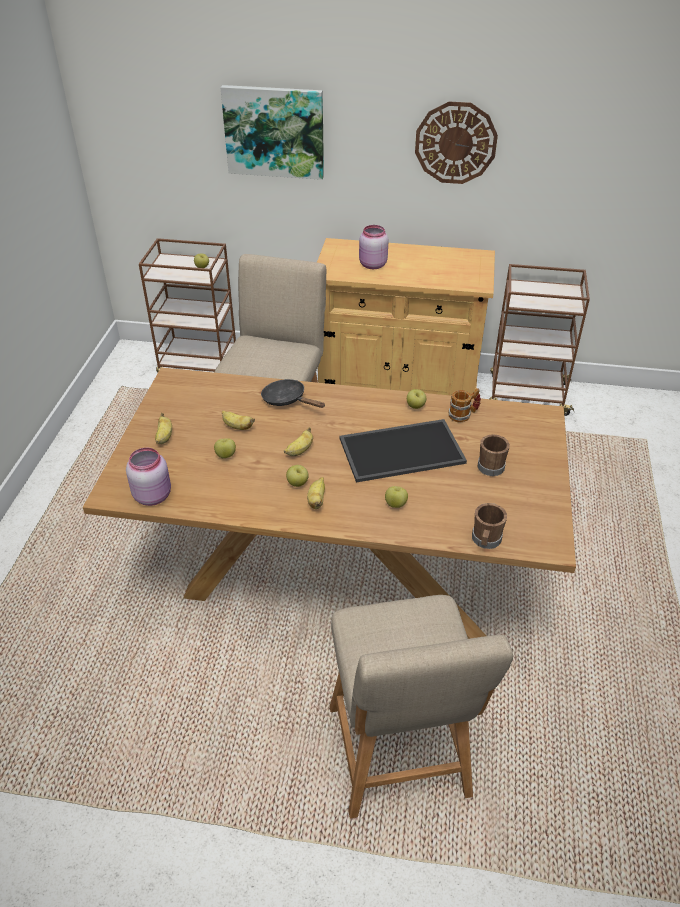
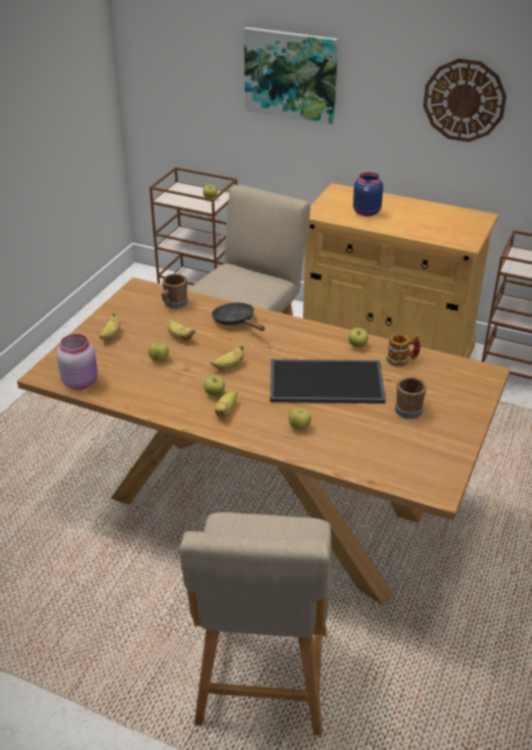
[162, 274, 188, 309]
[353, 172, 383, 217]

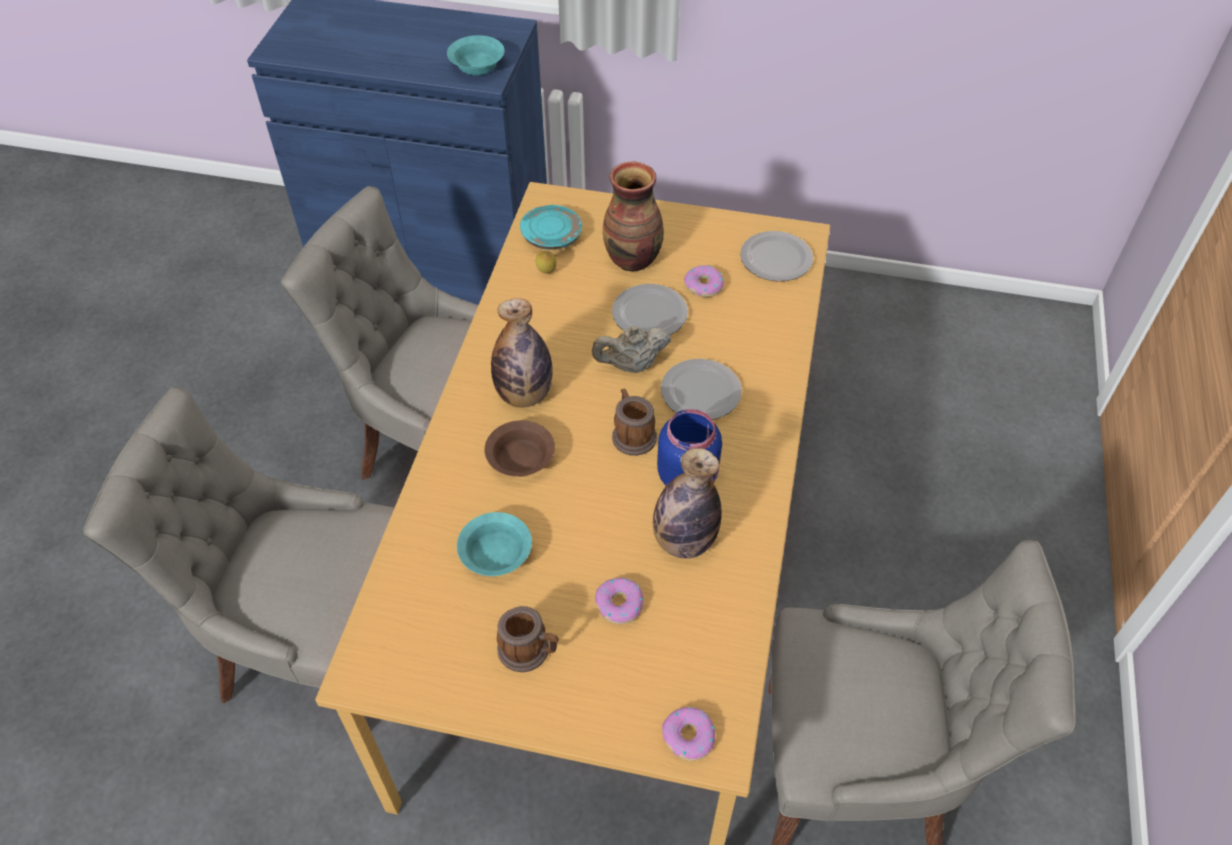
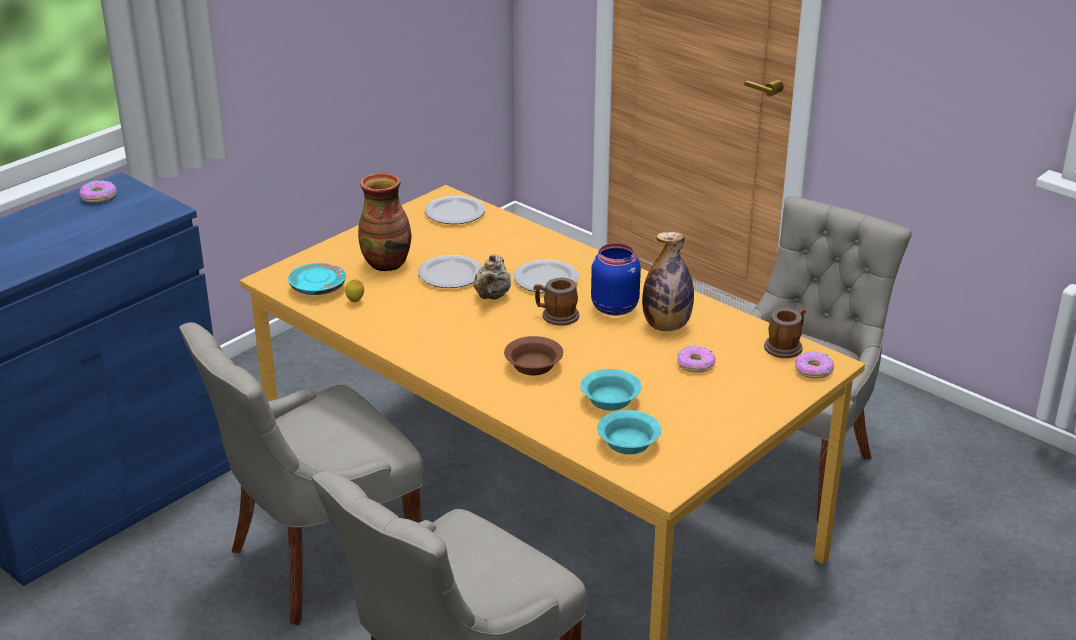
[79, 180, 116, 203]
[597, 410, 661, 454]
[764, 307, 806, 358]
[491, 298, 552, 408] (first image)

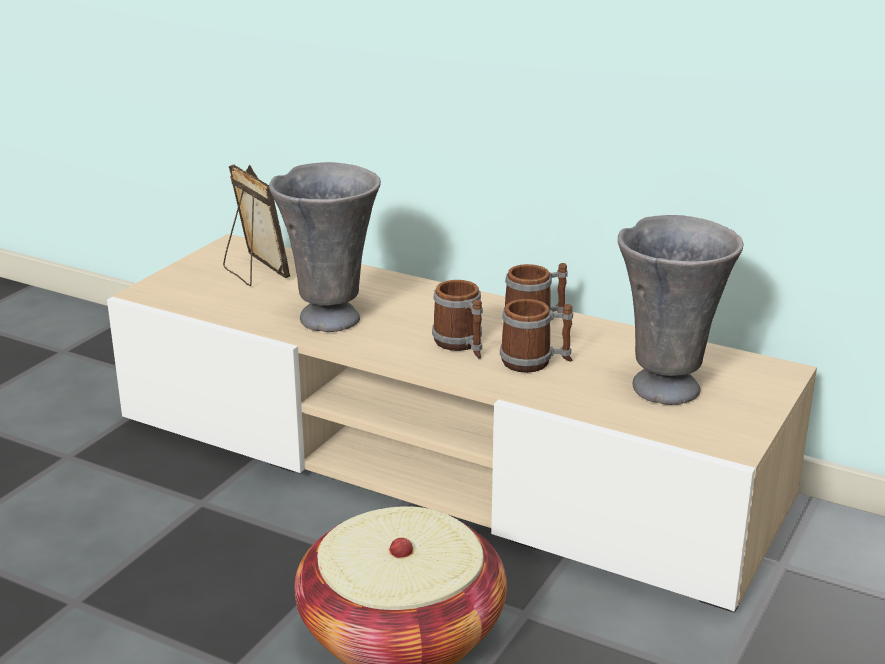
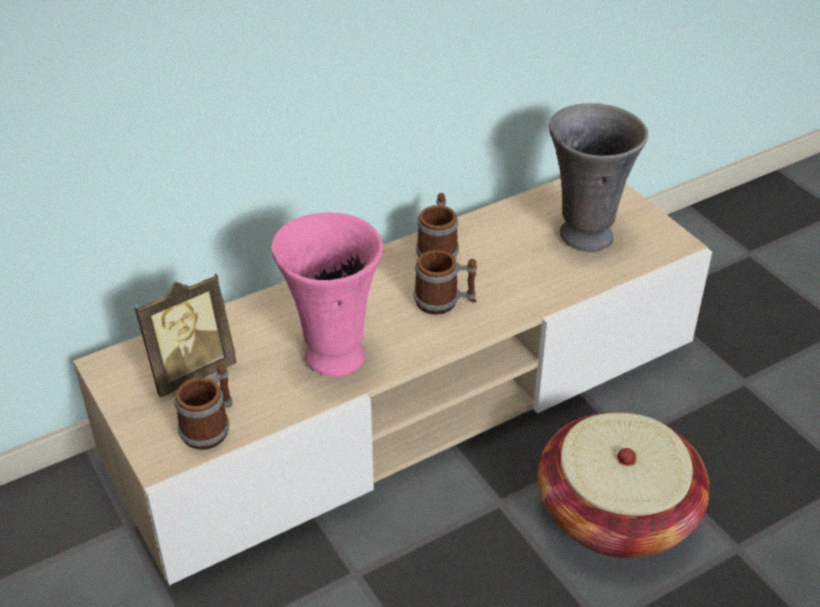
[135, 274, 237, 397]
[174, 364, 232, 450]
[271, 212, 383, 377]

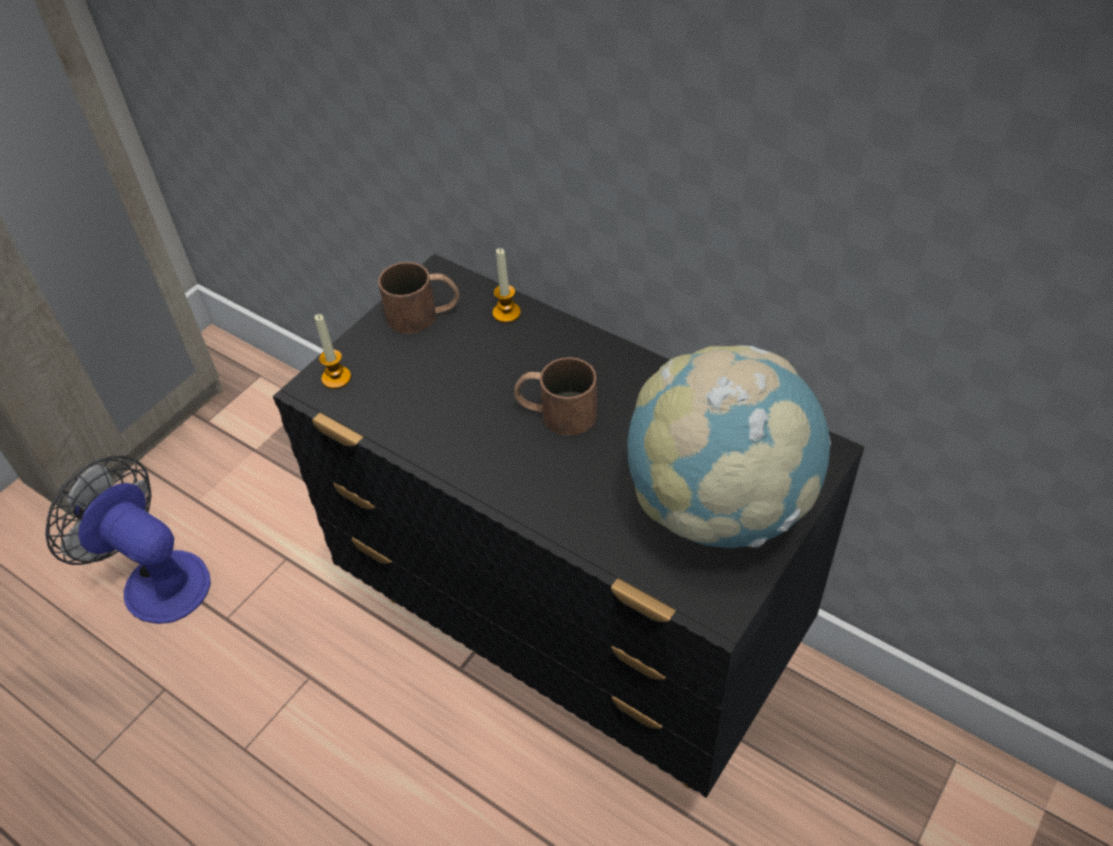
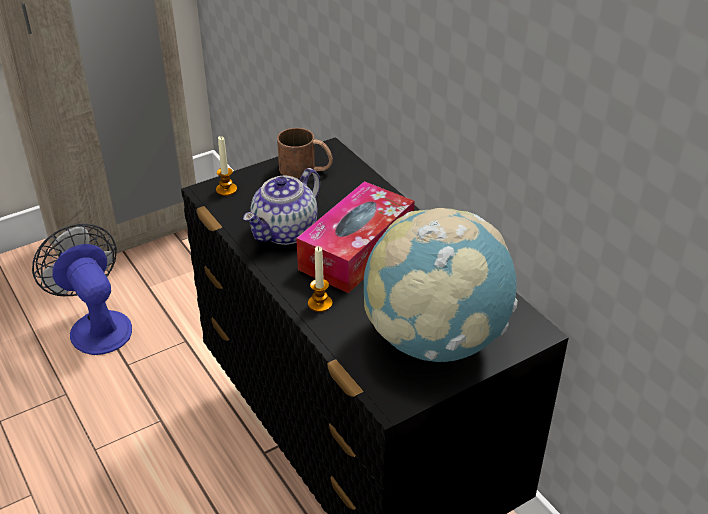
[243, 168, 321, 245]
[296, 181, 414, 293]
[308, 246, 333, 312]

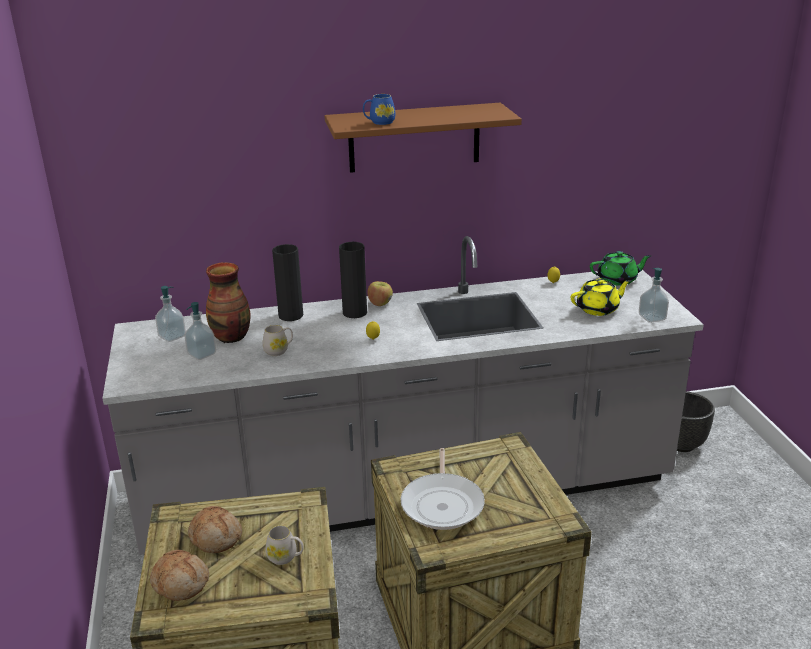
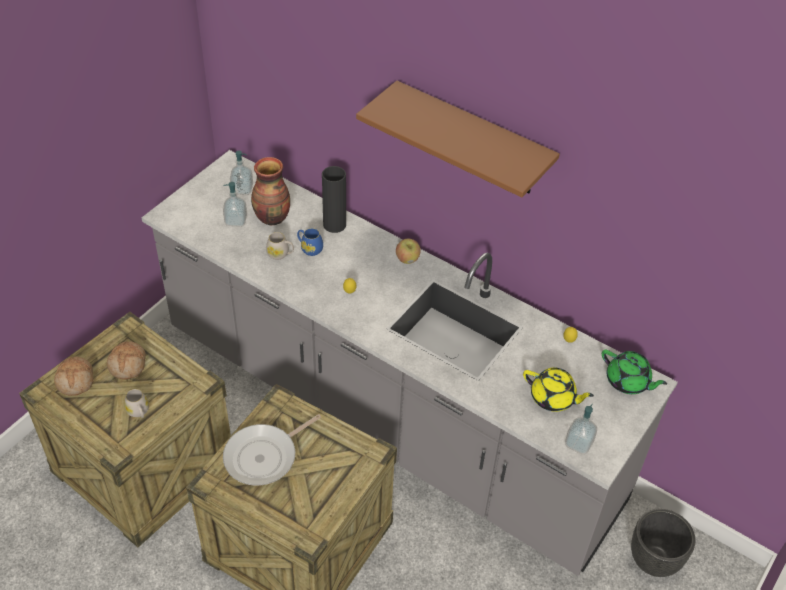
[297, 228, 323, 256]
[339, 242, 367, 318] (first image)

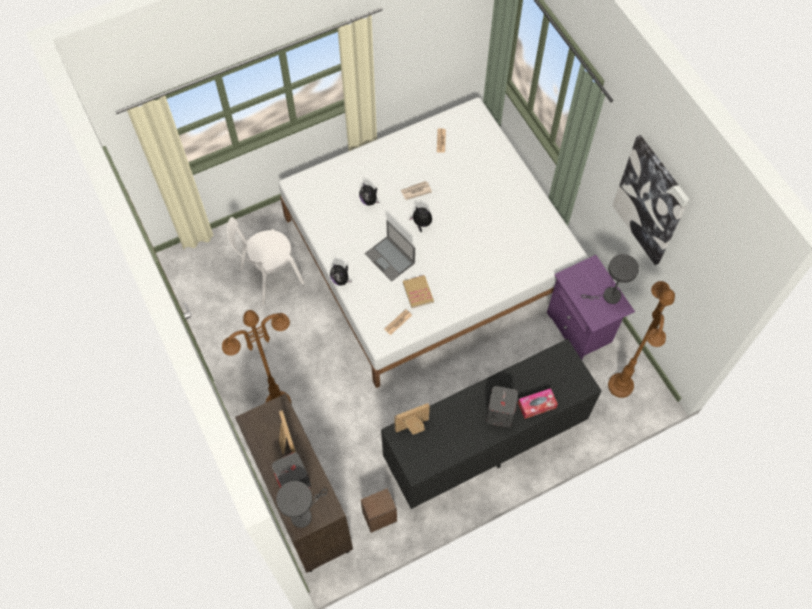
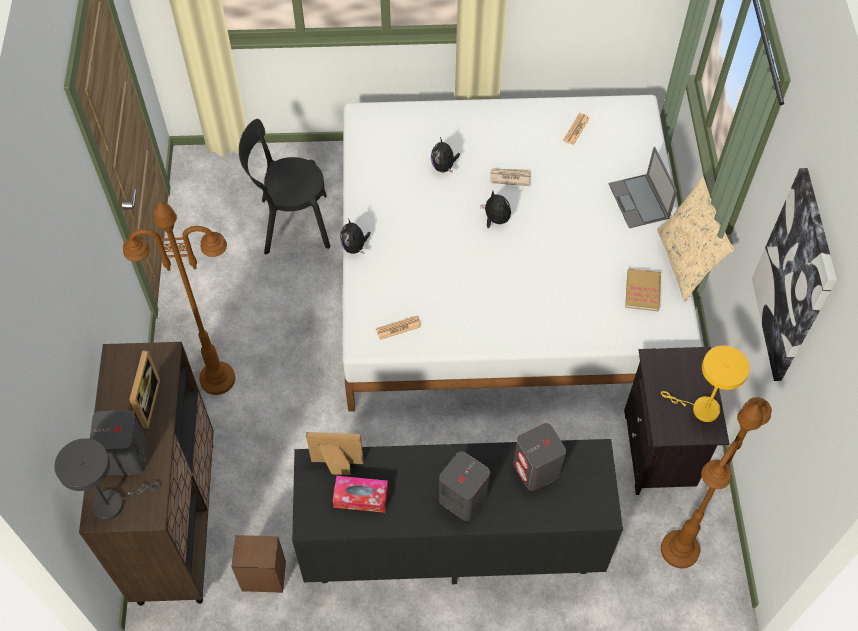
[239, 119, 331, 254]
[333, 476, 388, 513]
[513, 423, 566, 491]
[609, 147, 677, 228]
[624, 347, 729, 495]
[625, 268, 661, 311]
[657, 177, 734, 301]
[661, 346, 750, 422]

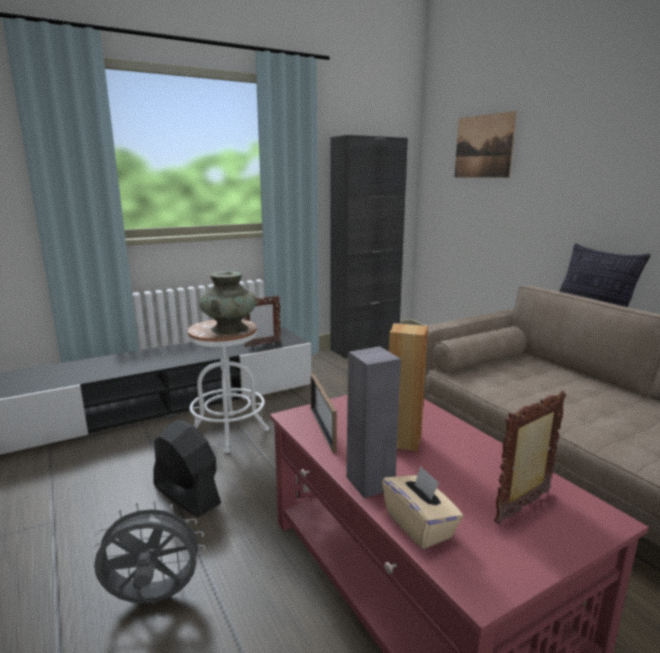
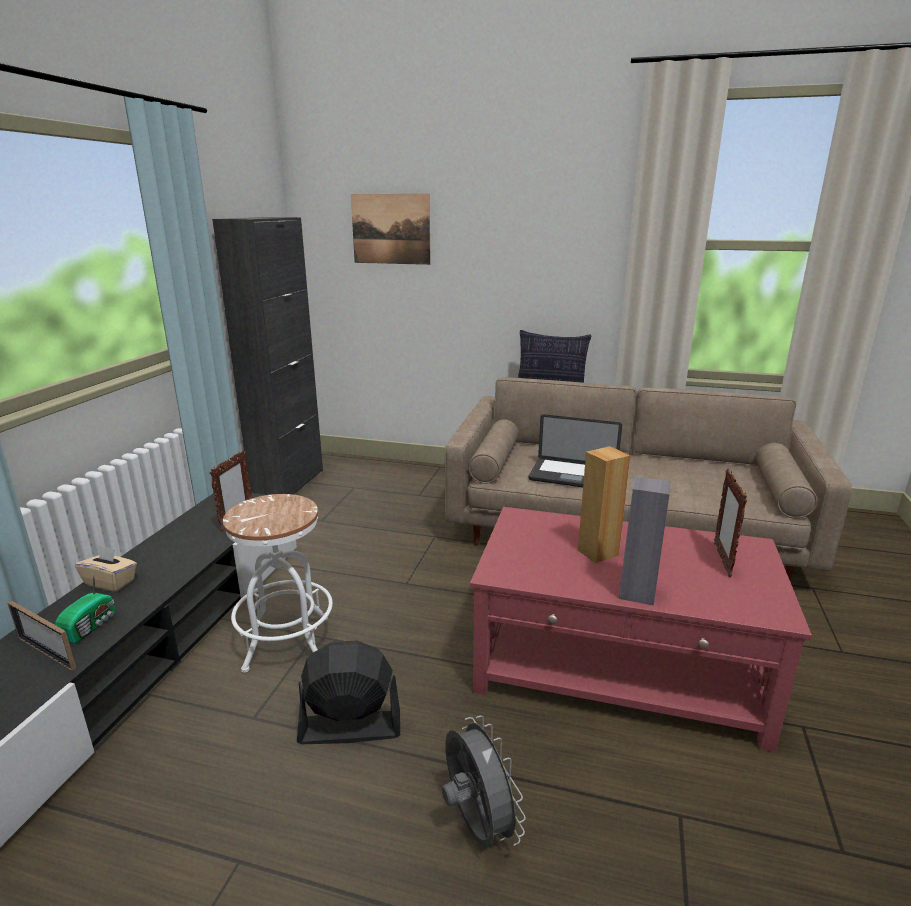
[7, 601, 76, 671]
[55, 566, 115, 644]
[75, 546, 137, 592]
[442, 715, 526, 848]
[529, 414, 622, 487]
[199, 271, 257, 335] (first image)

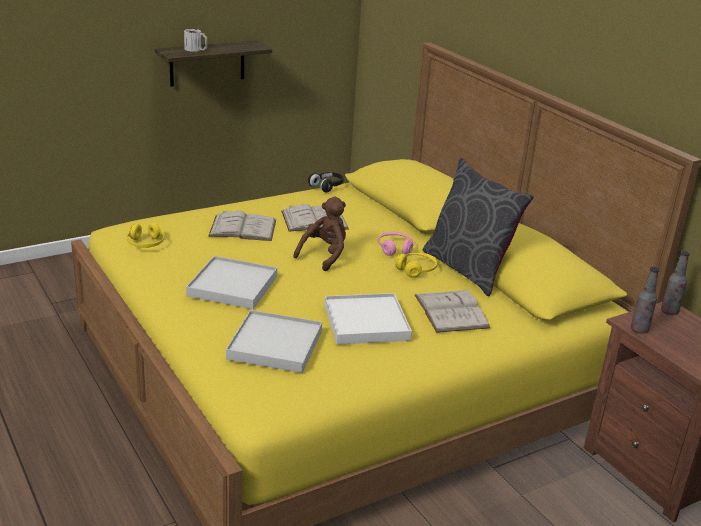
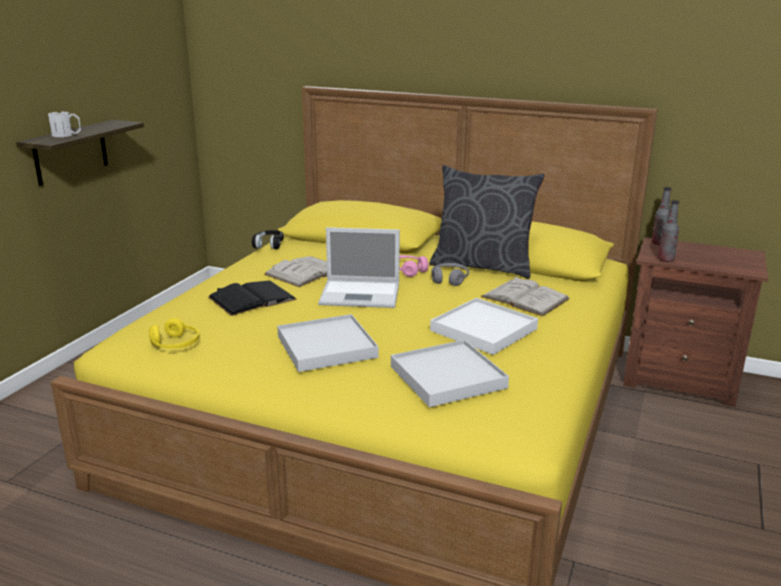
[208, 281, 297, 316]
[318, 227, 400, 308]
[431, 263, 469, 286]

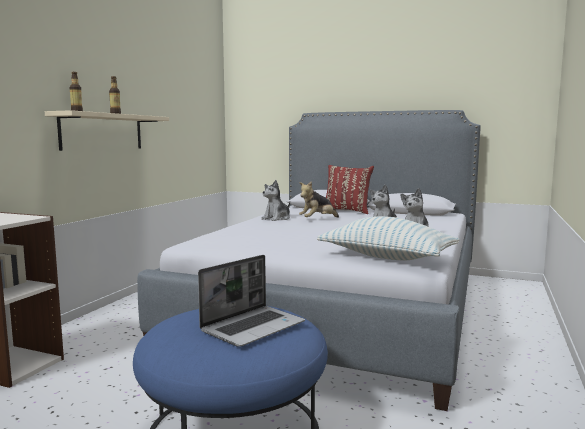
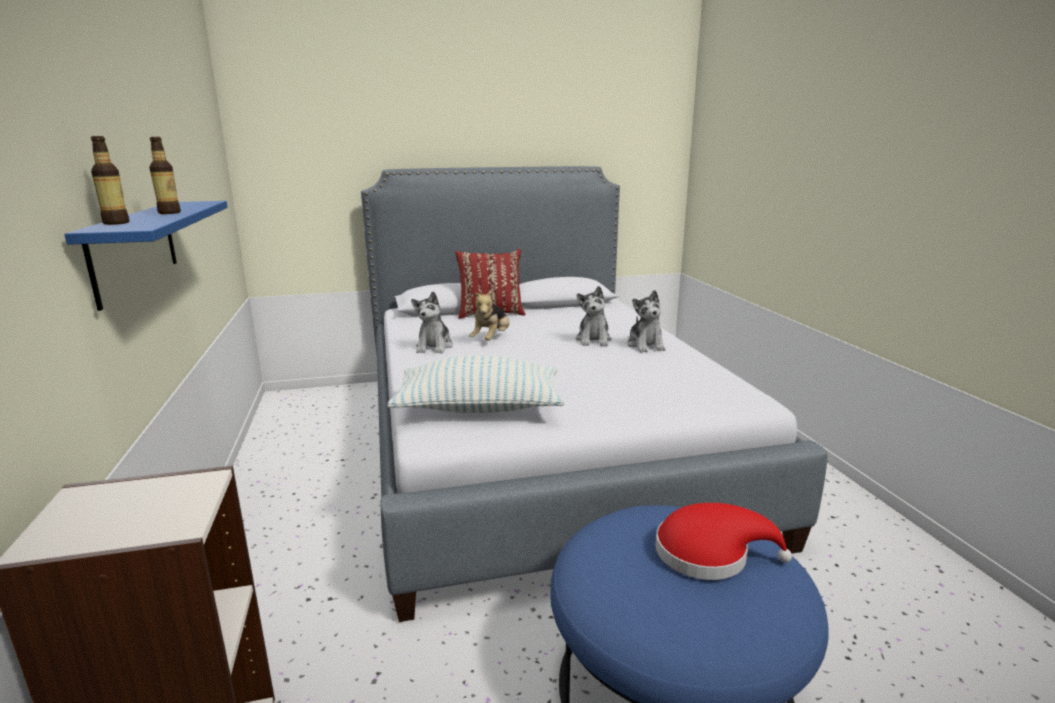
[64, 201, 228, 311]
[387, 355, 564, 413]
[655, 503, 792, 580]

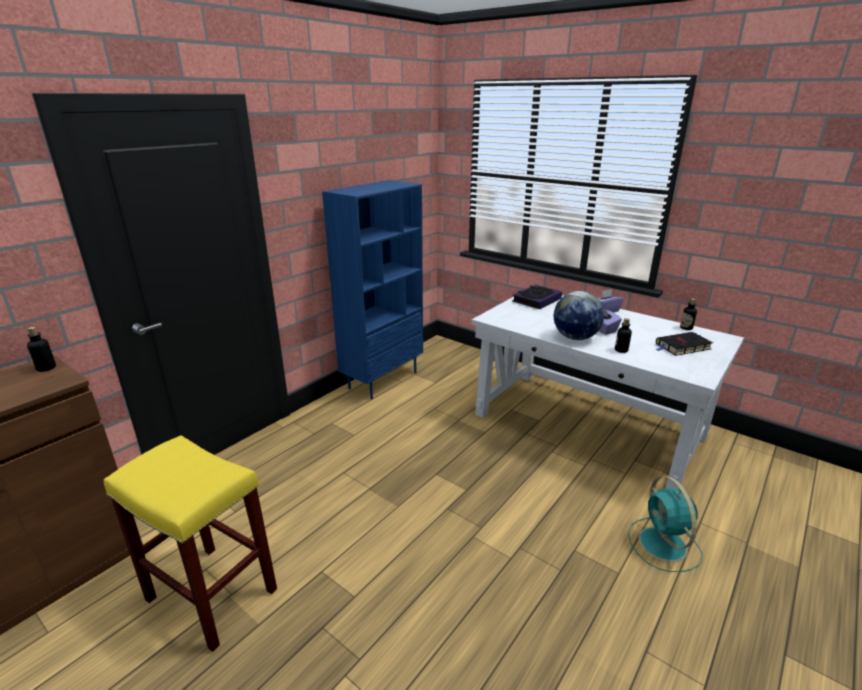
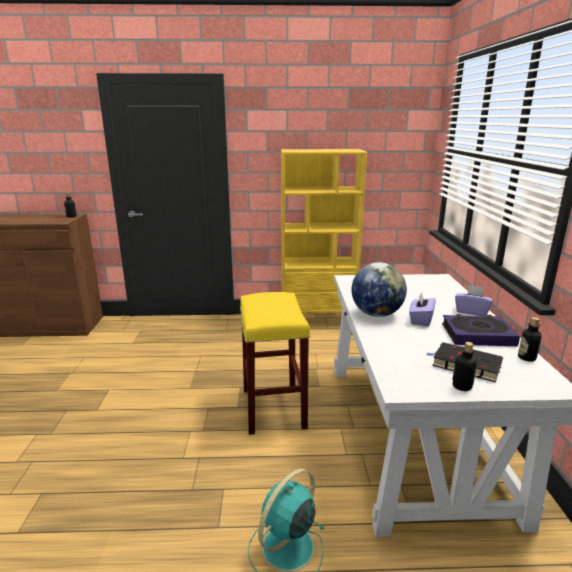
[240, 292, 310, 435]
[281, 149, 367, 313]
[442, 314, 520, 346]
[452, 342, 477, 391]

